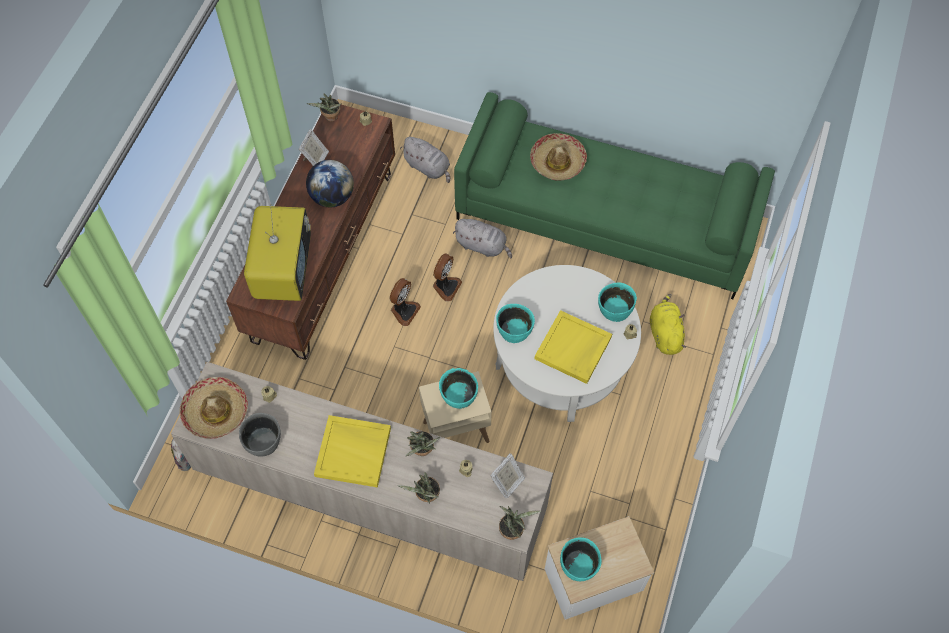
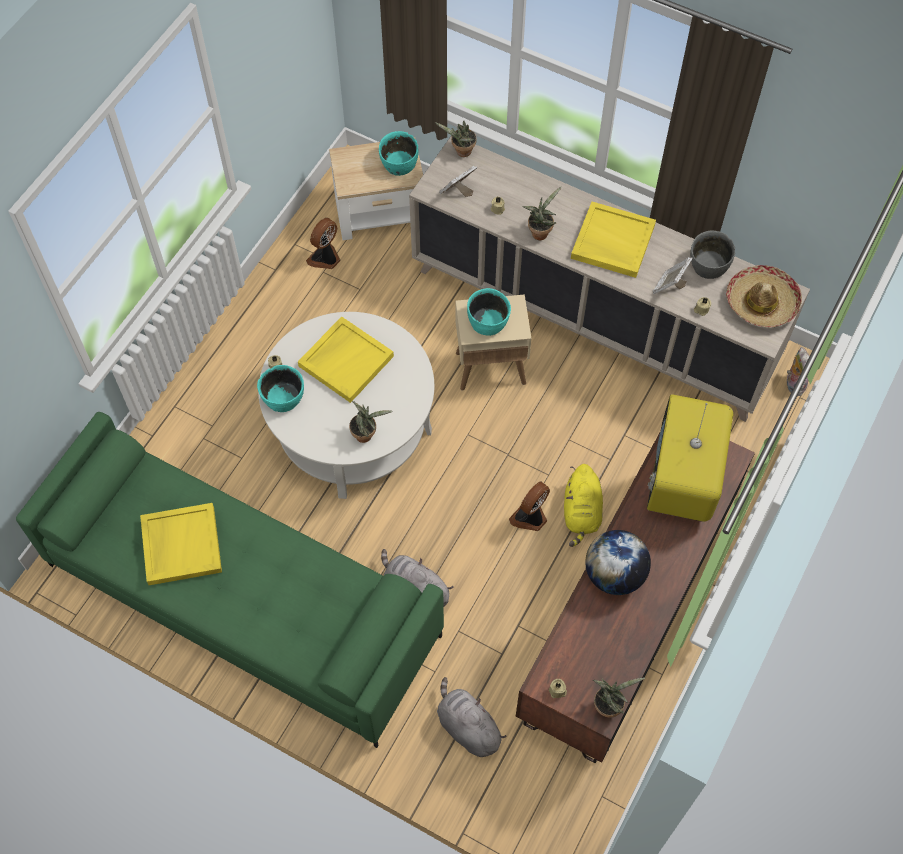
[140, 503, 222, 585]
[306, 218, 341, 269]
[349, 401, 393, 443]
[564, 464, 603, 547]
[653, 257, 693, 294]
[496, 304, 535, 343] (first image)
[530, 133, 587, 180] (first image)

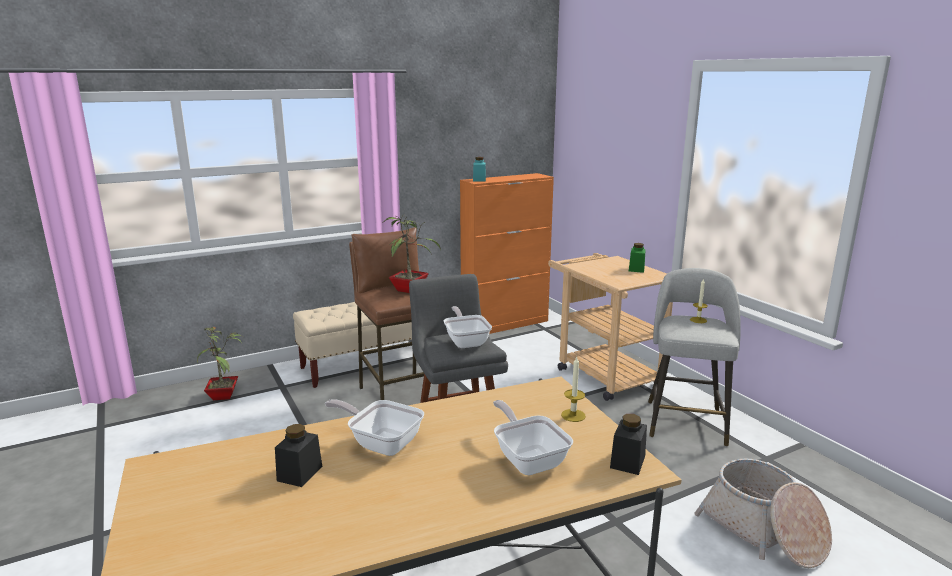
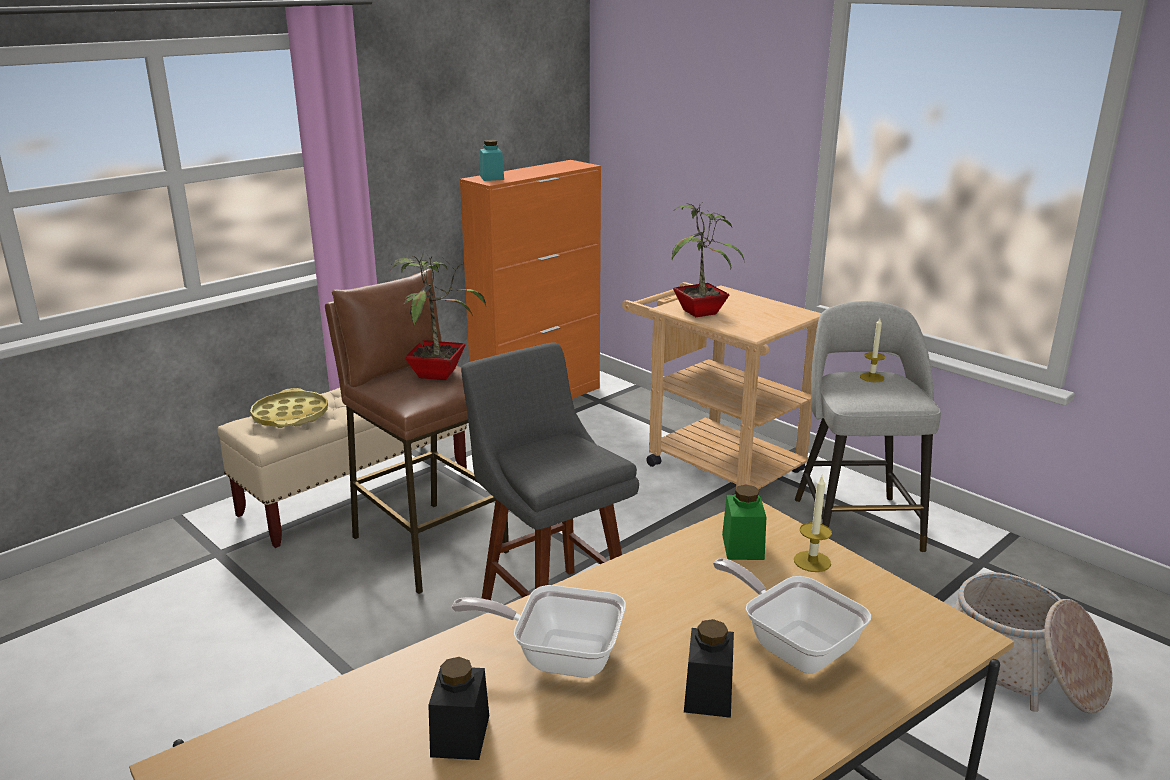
[250, 388, 328, 428]
[672, 203, 745, 317]
[684, 619, 734, 718]
[722, 485, 766, 560]
[443, 306, 492, 348] (first image)

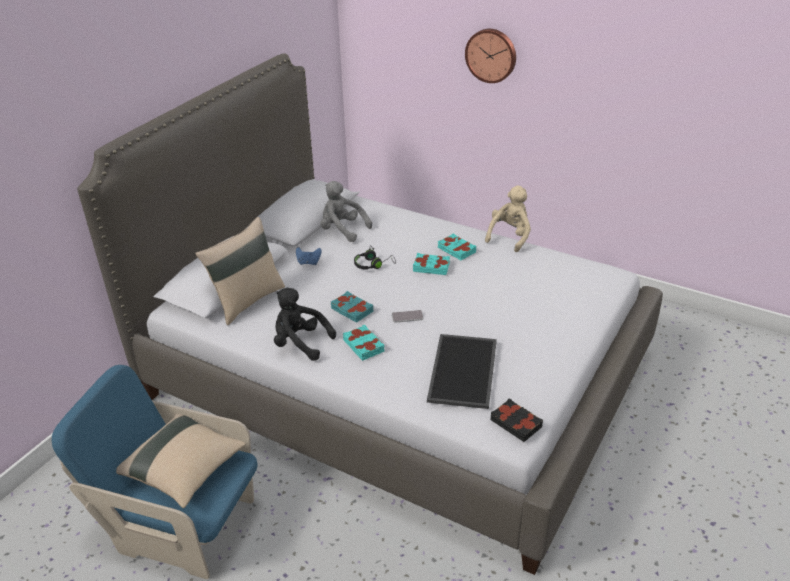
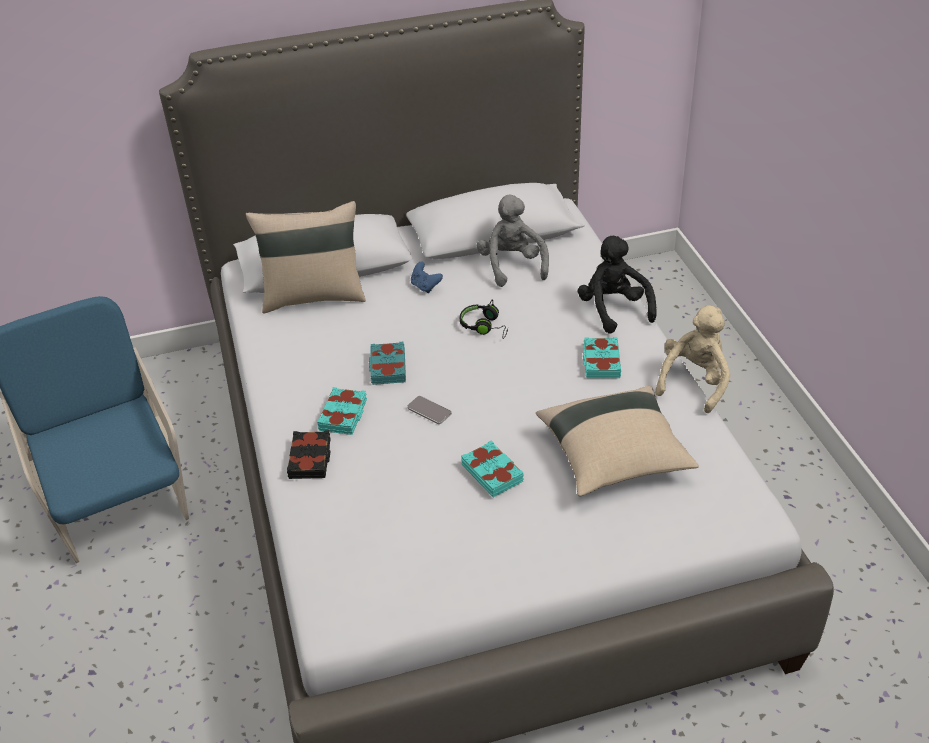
[287, 430, 331, 479]
[461, 440, 524, 497]
[536, 386, 699, 496]
[577, 236, 657, 334]
[655, 305, 730, 413]
[427, 334, 497, 409] (first image)
[465, 29, 516, 83] (first image)

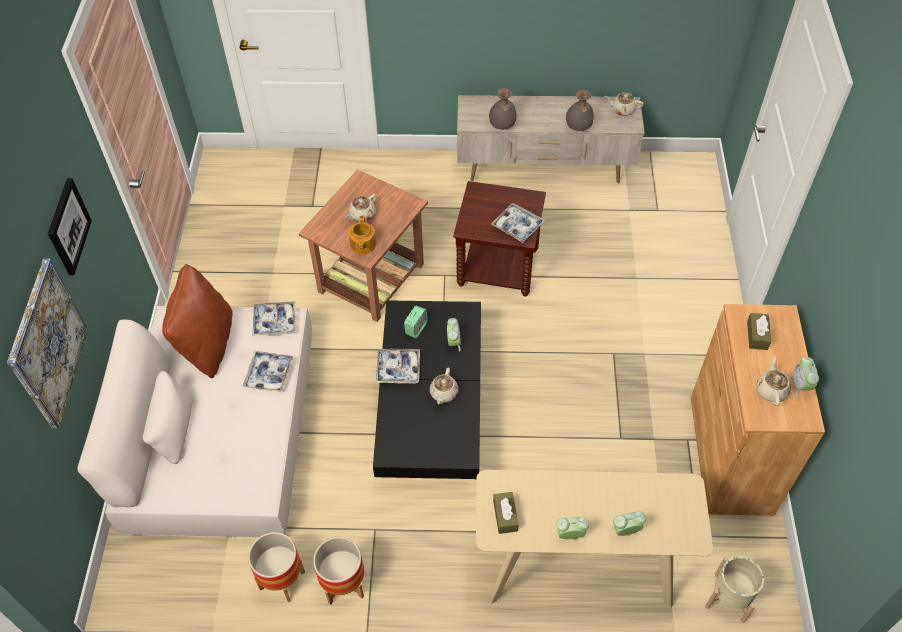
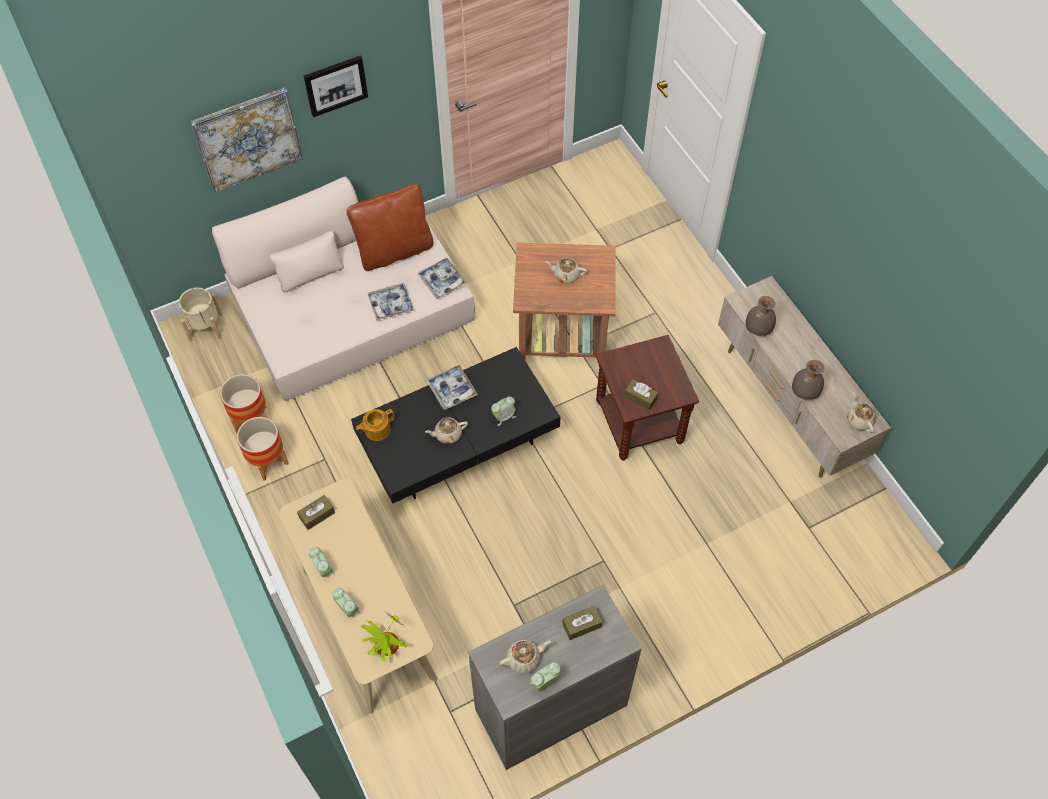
[179, 287, 222, 341]
[356, 409, 395, 441]
[361, 614, 408, 662]
[468, 585, 642, 770]
[624, 379, 658, 410]
[404, 306, 428, 338] (first image)

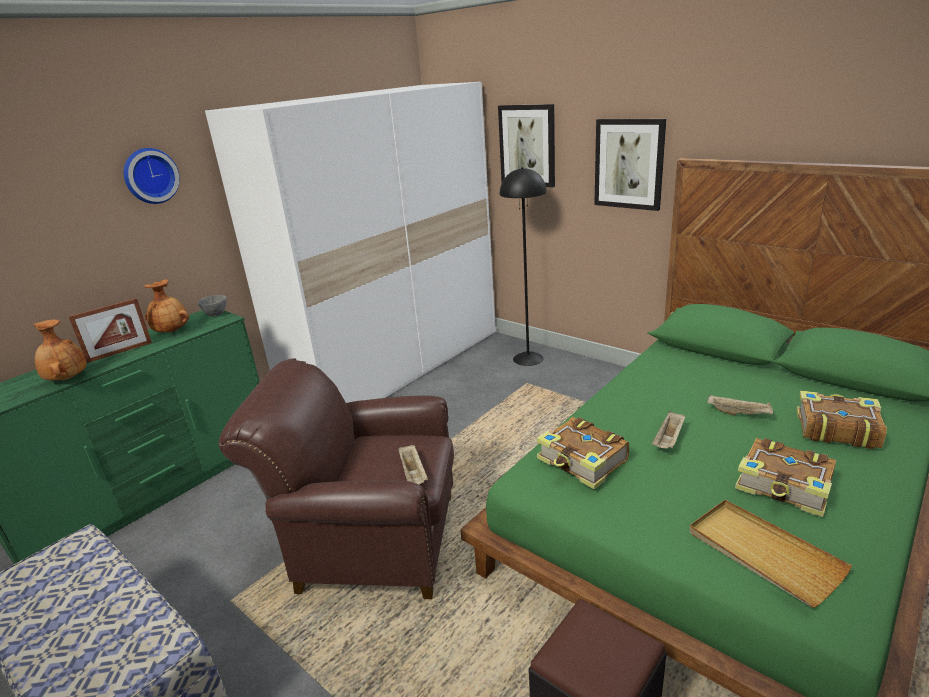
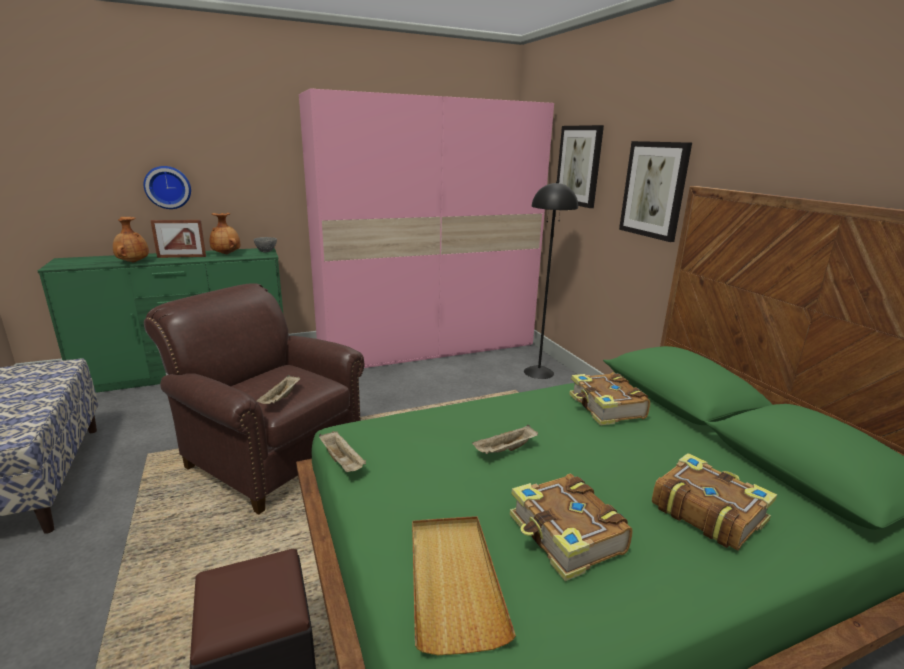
[144, 166, 191, 209]
[299, 88, 554, 368]
[319, 431, 366, 472]
[569, 372, 650, 426]

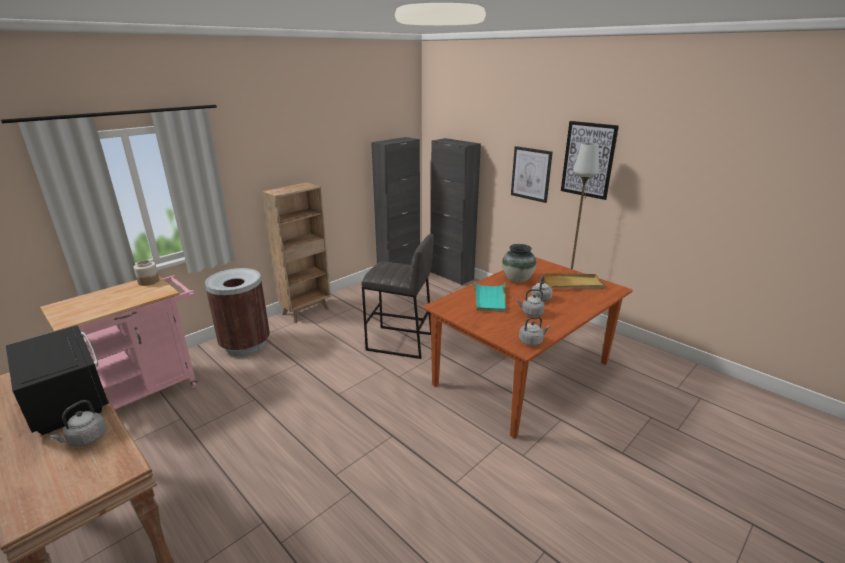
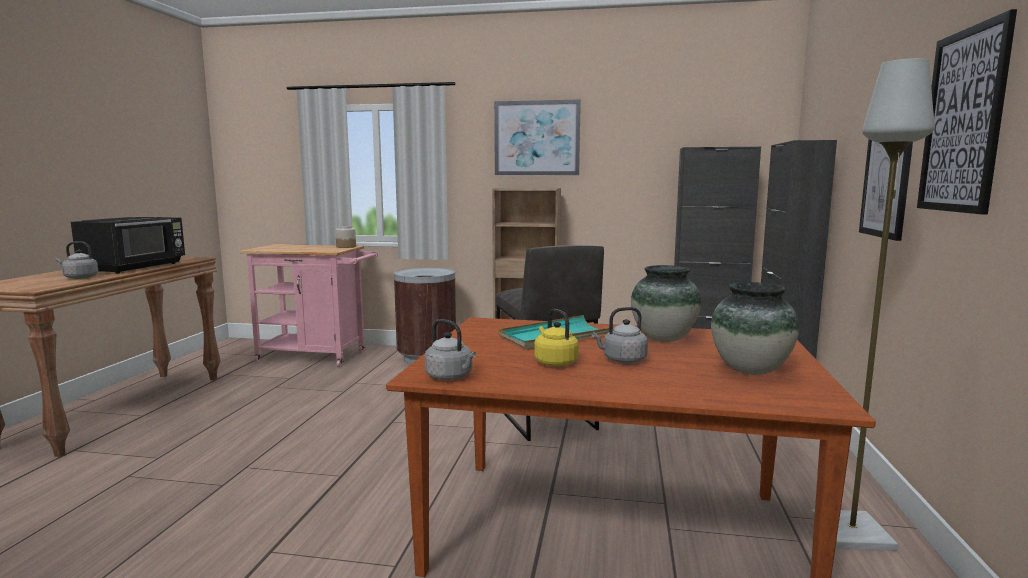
[494, 99, 581, 175]
[534, 309, 579, 367]
[711, 282, 799, 375]

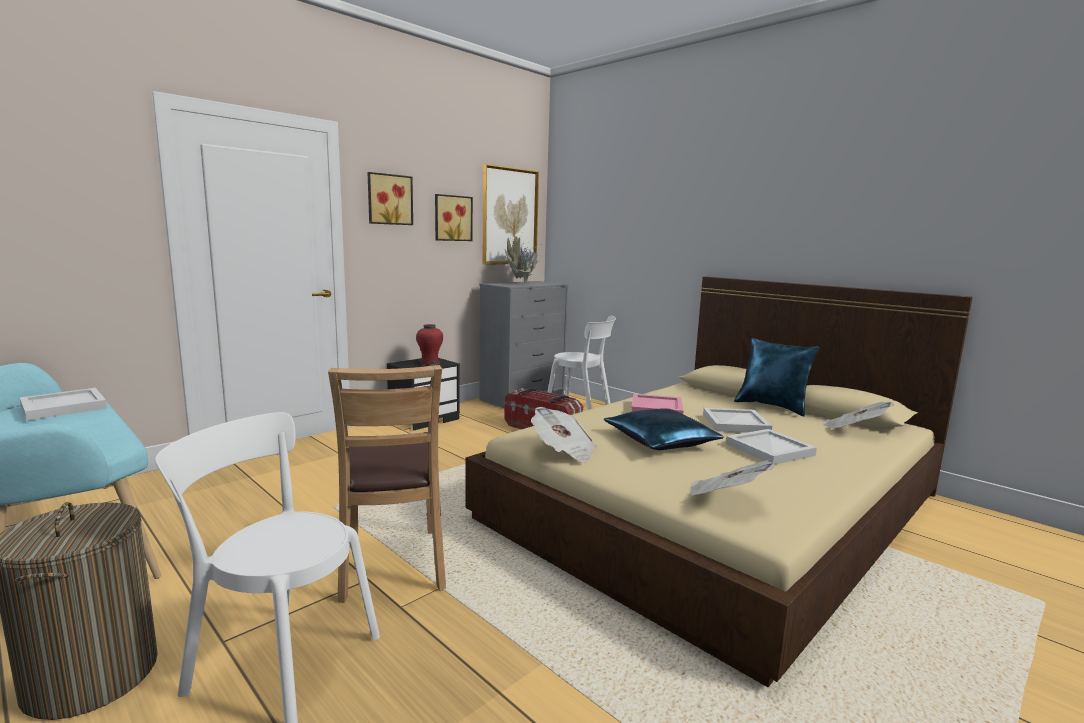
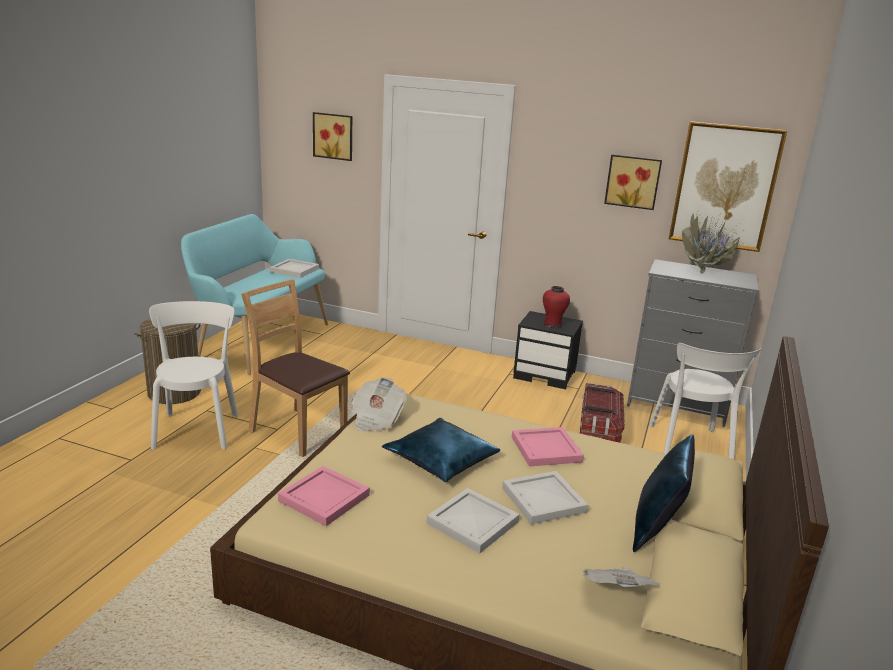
[241, 279, 350, 457]
[278, 466, 370, 526]
[313, 112, 352, 161]

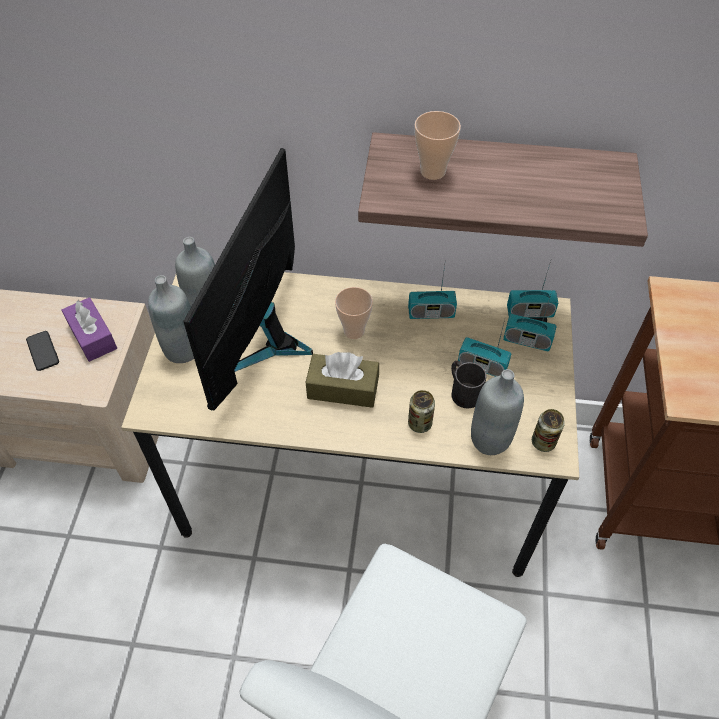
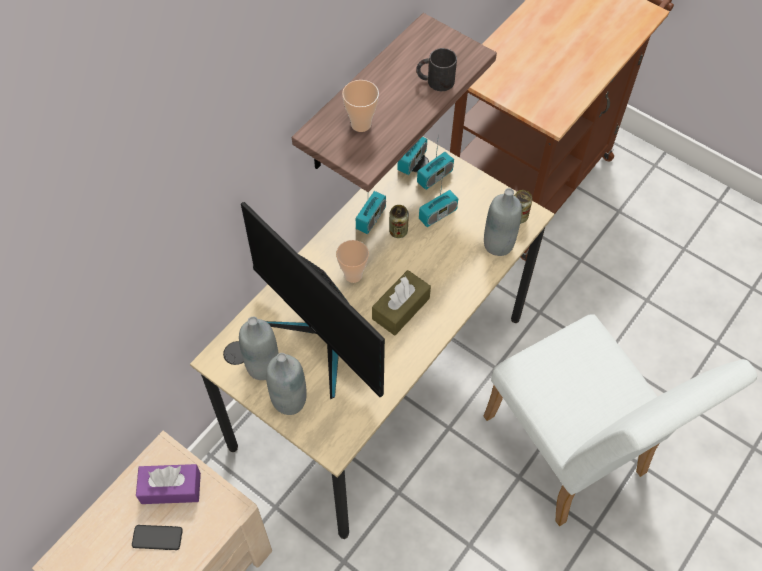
[389, 205, 409, 238]
[416, 48, 457, 91]

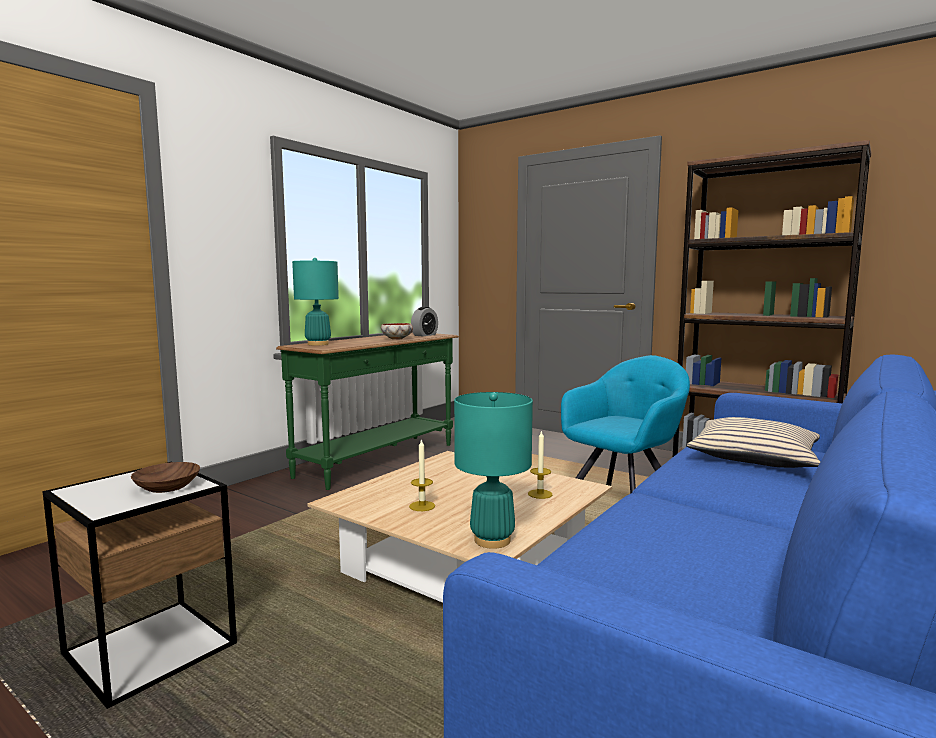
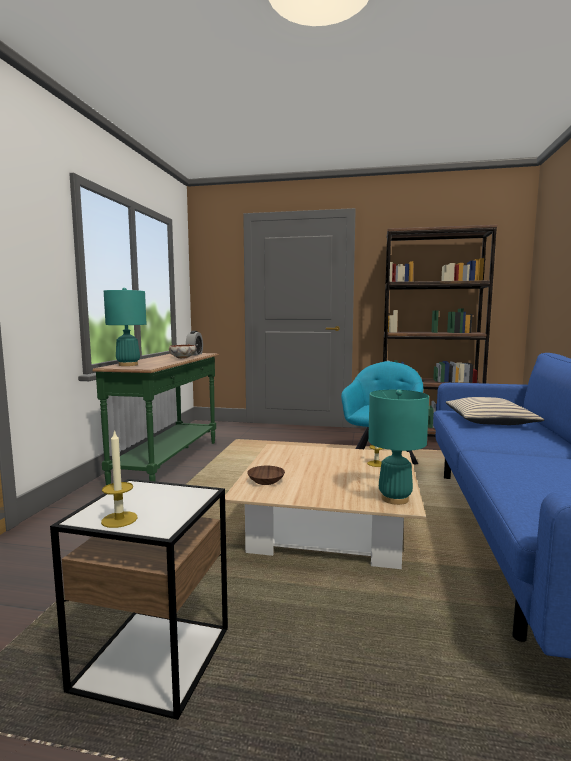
[101, 430, 138, 528]
[247, 466, 285, 485]

